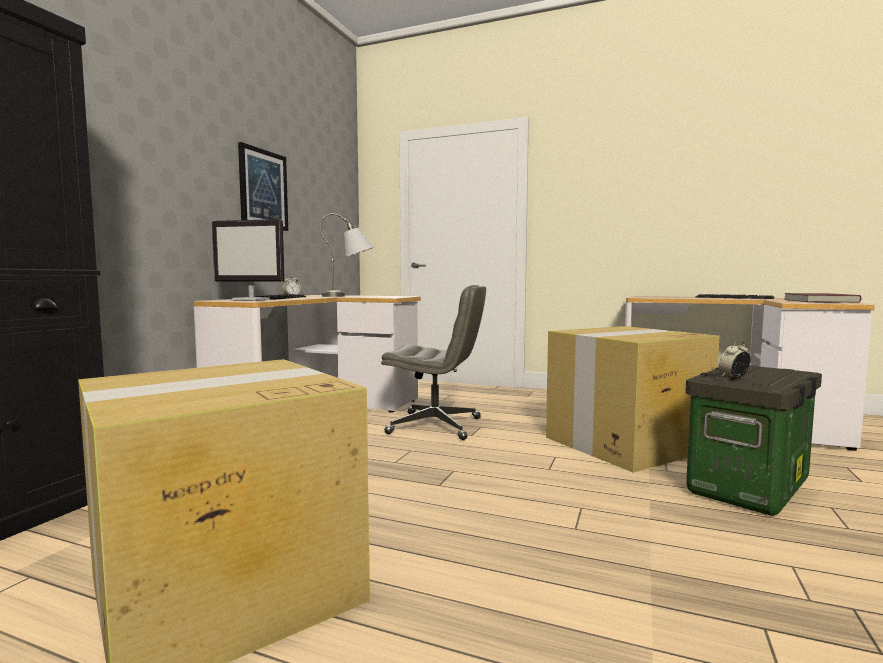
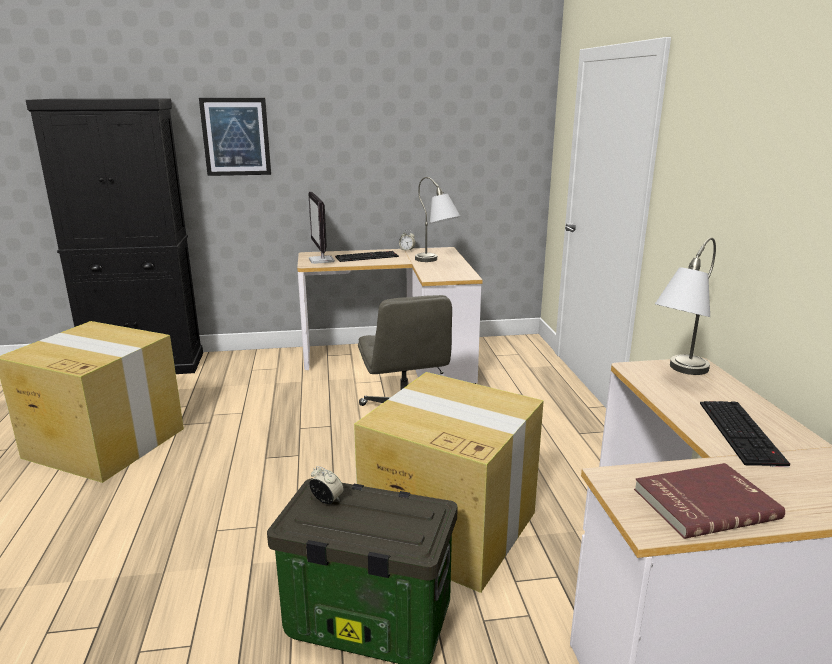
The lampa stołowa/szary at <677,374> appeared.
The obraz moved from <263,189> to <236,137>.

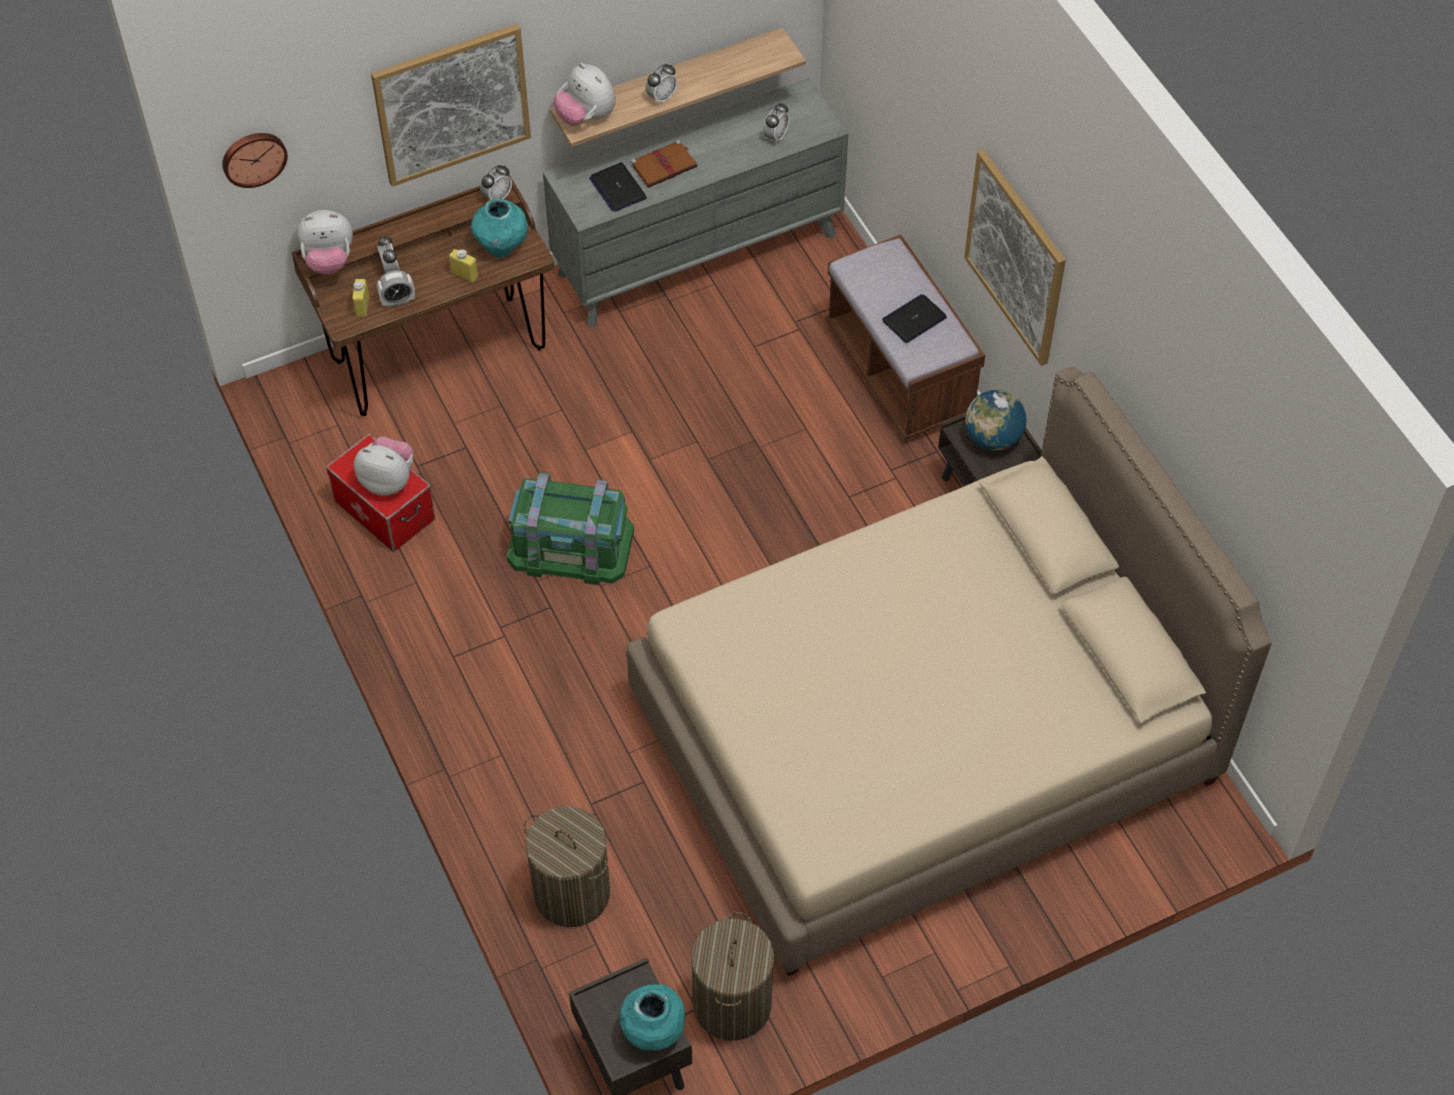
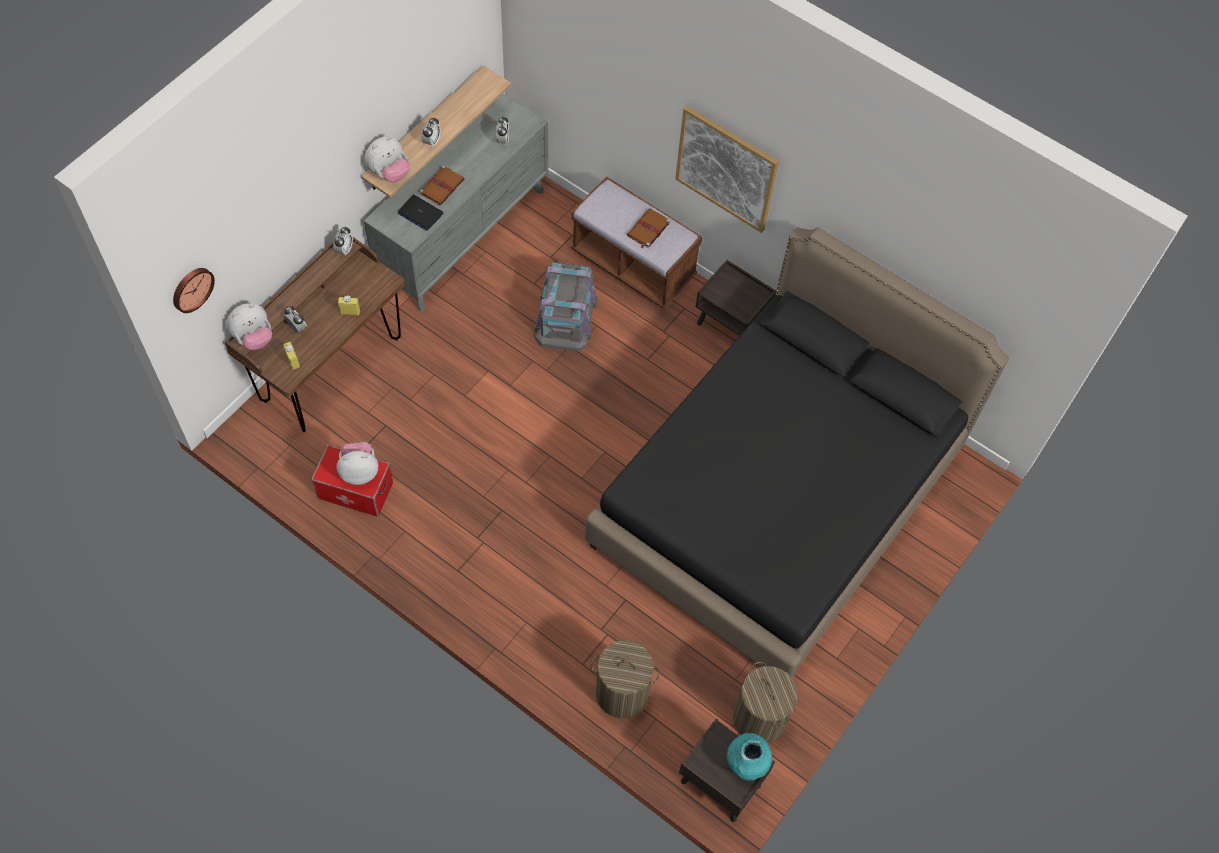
The obraz at <452,104> disappeared.
The budzik at <398,301> disappeared.
The wazon/turkusowy at <501,247> disappeared.
The pojemnik do przechowywania/zielony at <570,546> disappeared.
The globus at <993,438> disappeared.
The pojemnik do przechowywania/szary at <565,315> appeared.
The laptop at <914,319> was replaced by the książka/brązowy at <648,230>.
The łóżko/beżowy at <922,738> became the łóżko/czarny at <777,497>.
The pluszak at <586,116> turned 60 degrees counterclockwise.

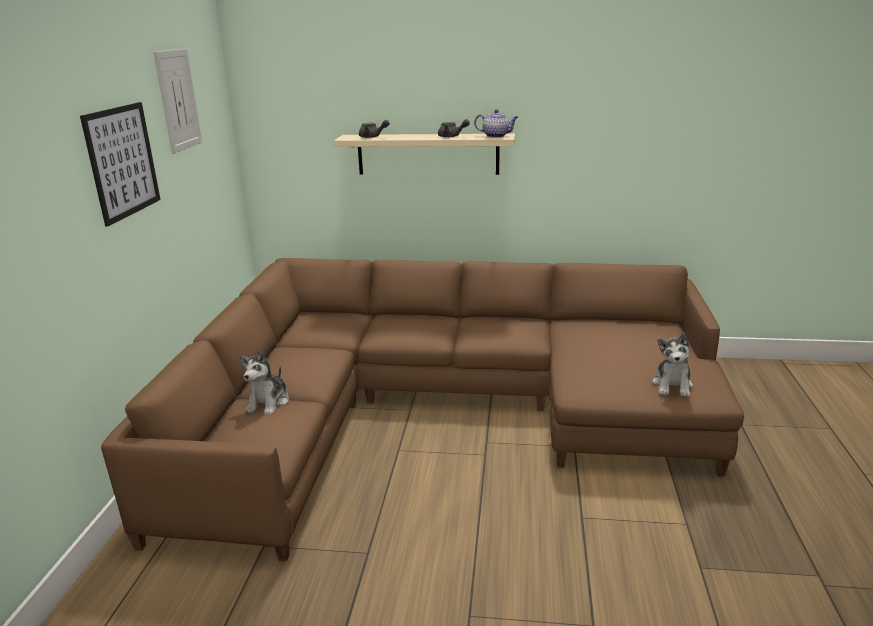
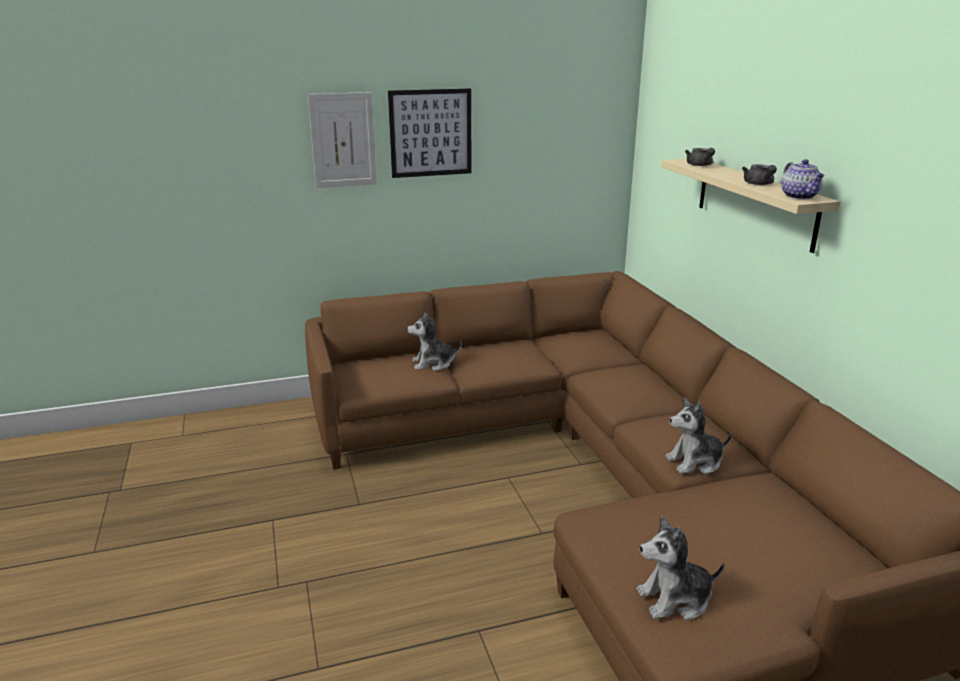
The pluszak at <695,462> appeared.
The obraz moved from <178,100> to <343,140>.

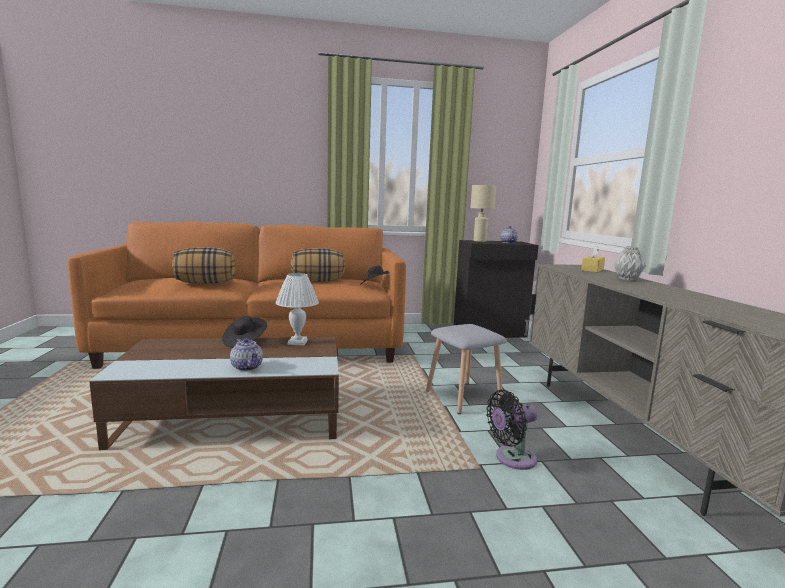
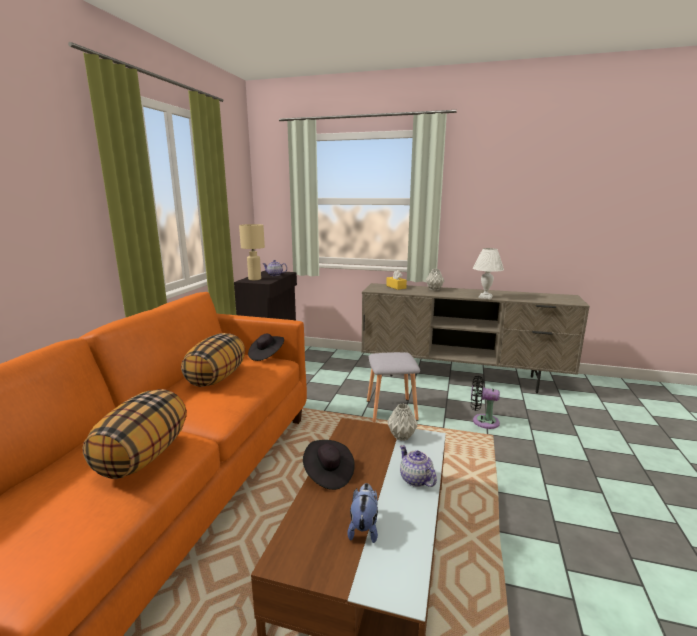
The pluszak at <364,528> appeared.
The wazon/szary at <402,436> appeared.
The lampa stołowa/biały moved from <297,342> to <485,297>.
The imbryk at <247,367> turned 105 degrees counterclockwise.
The wentylator/czarny at <512,459> turned 105 degrees clockwise.

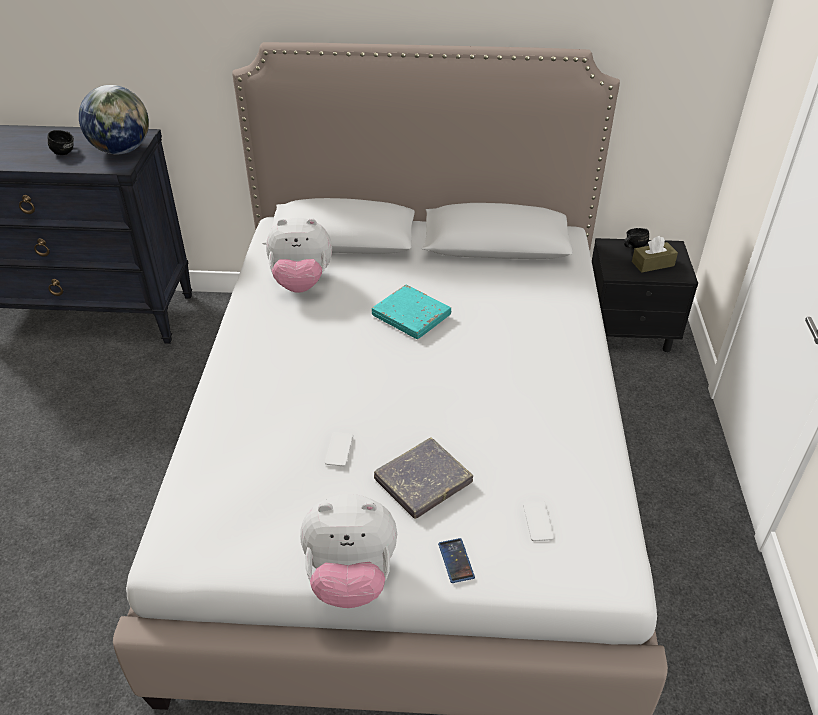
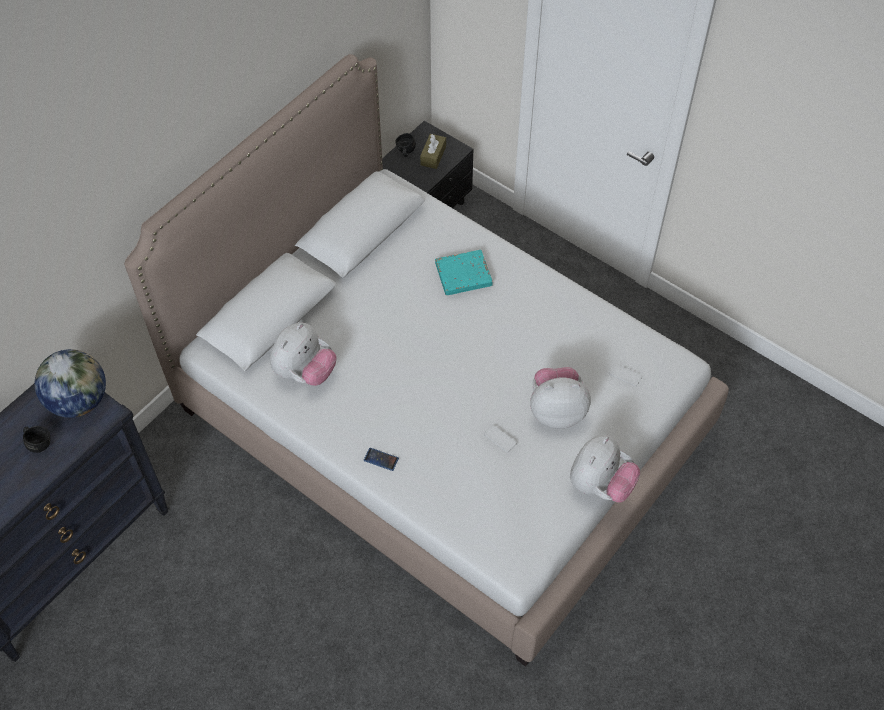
The książka/turkusowy moved from <411,316> to <463,275>.
The telefon moved from <456,561> to <381,459>.
The książka/szary at <423,481> was replaced by the pluszak at <556,411>.

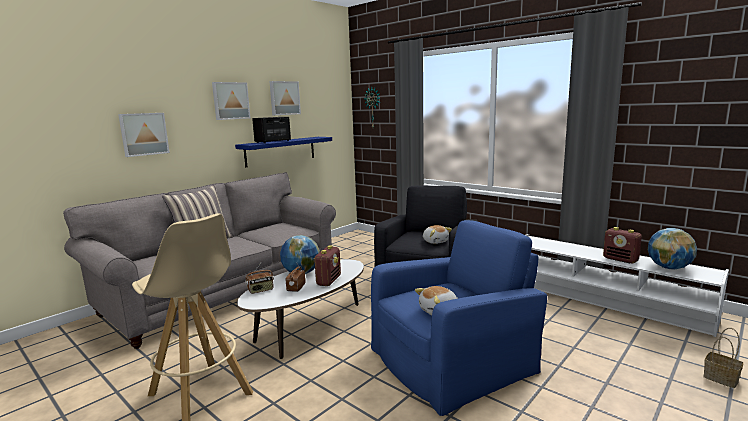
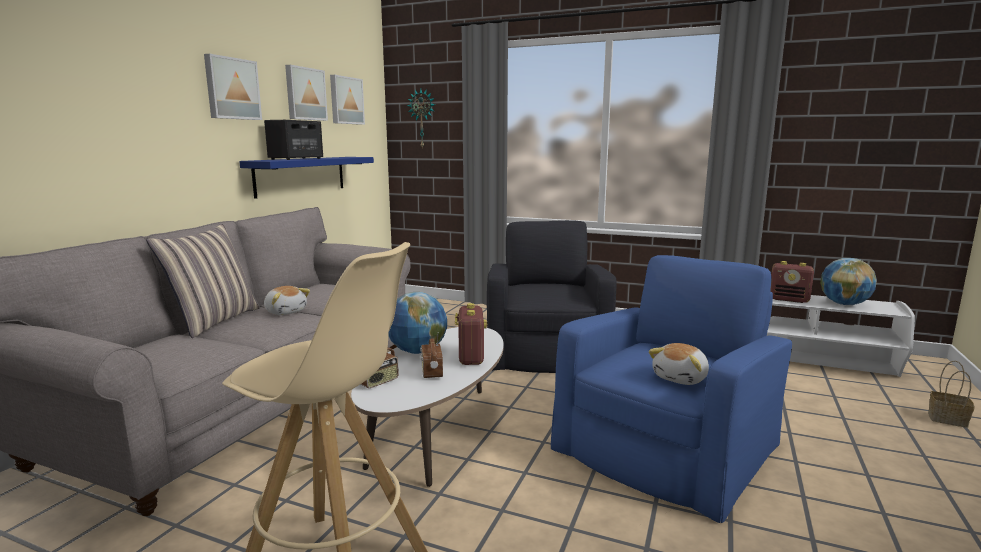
The obraz moved from <143,134> to <345,100>.
The pluszak moved from <435,241> to <286,312>.

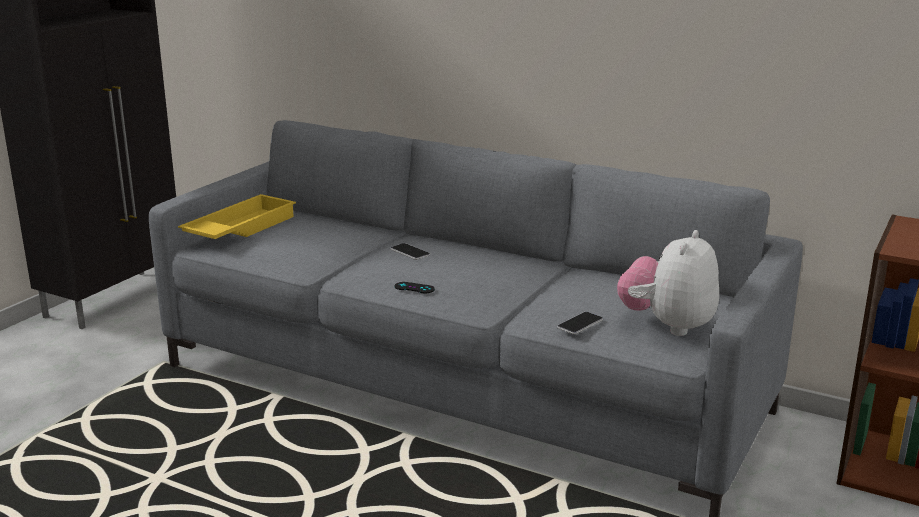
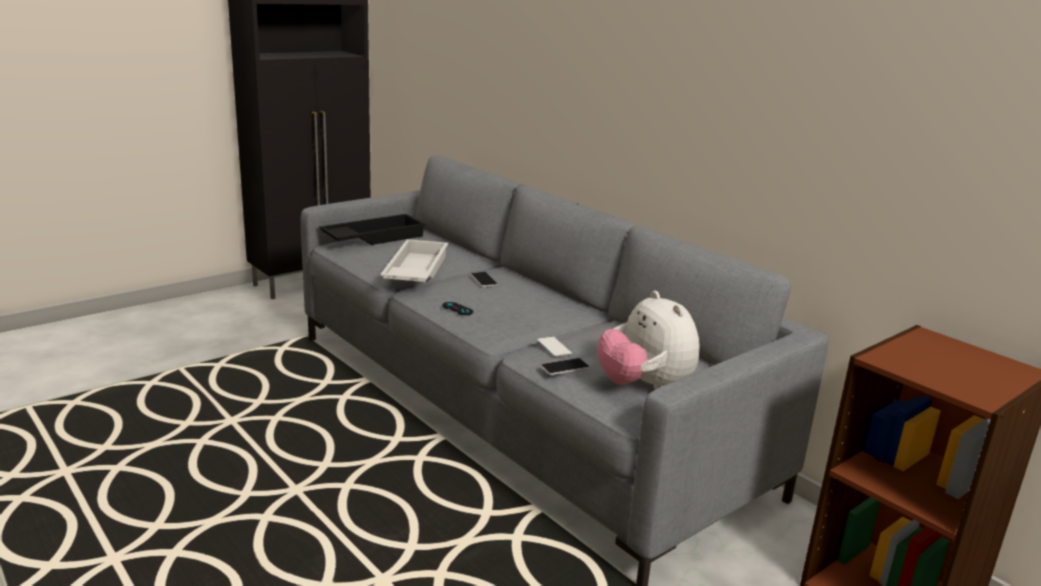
The taca/biały at <414,271> appeared.
The telefon at <554,347> appeared.
The taca/żółty at <239,228> became the taca/czarny at <373,237>.
The pluszak at <668,325> turned 75 degrees counterclockwise.

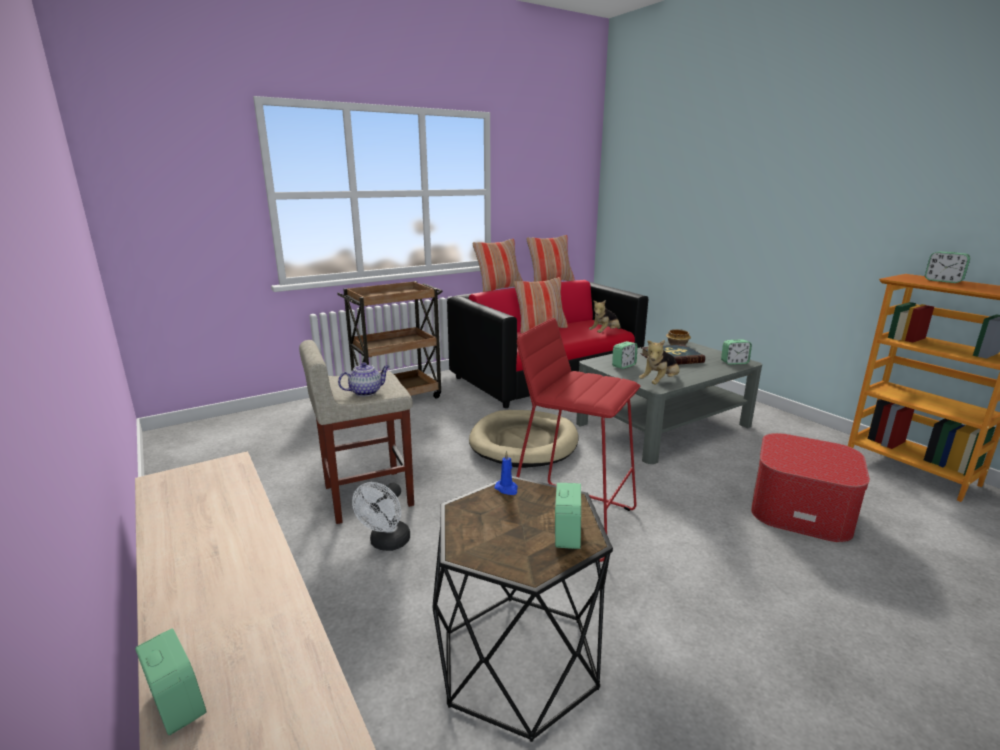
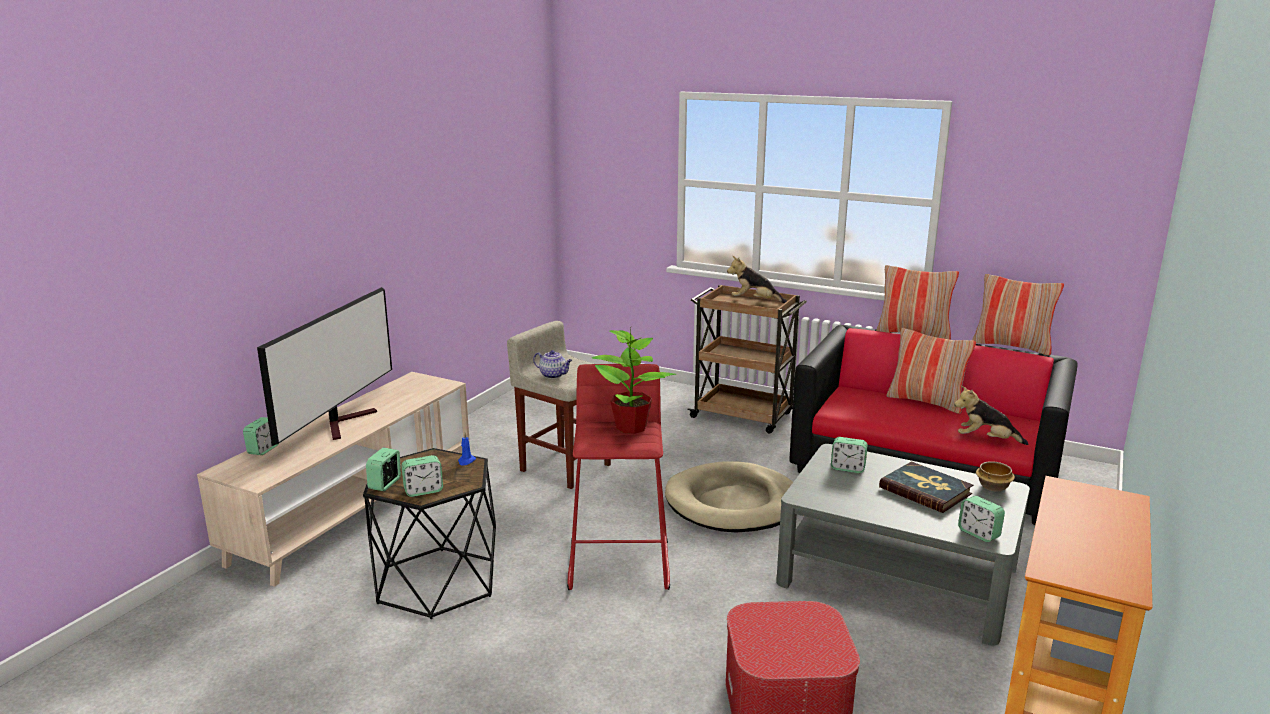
The wentylator/biały at <387,543> disappeared.
The telewizor at <345,422> appeared.
The roślina doniczkowa at <632,427> appeared.
The pluszak moved from <660,383> to <754,301>.
The budzik moved from <943,281> to <385,484>.

